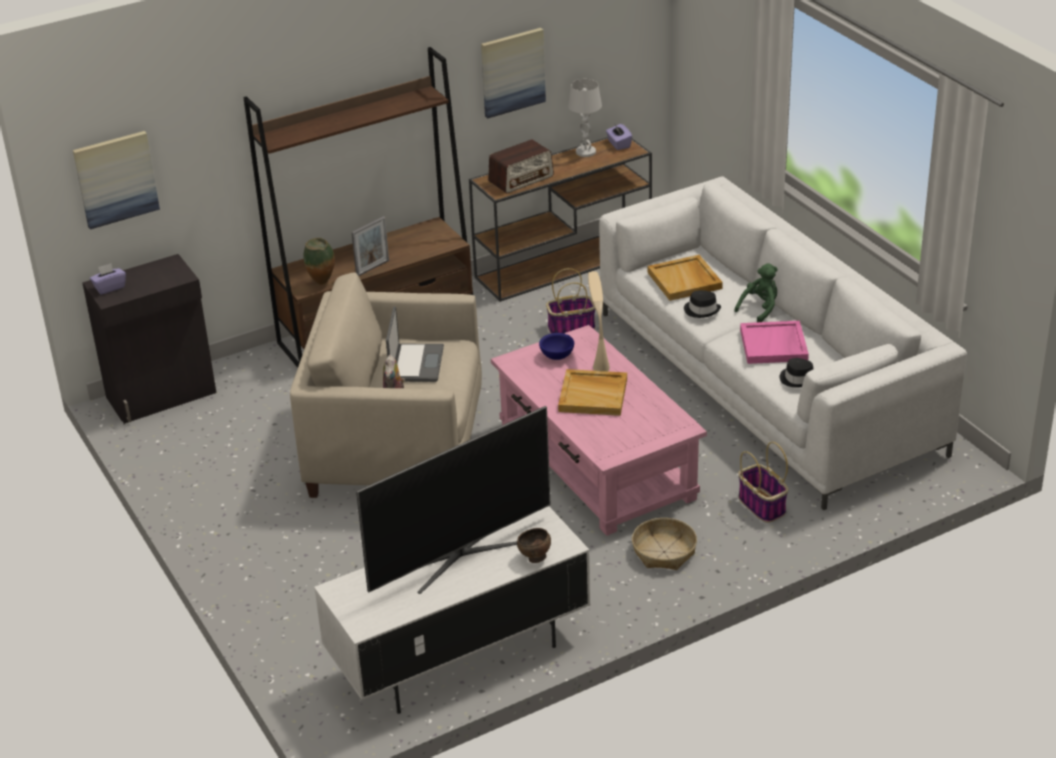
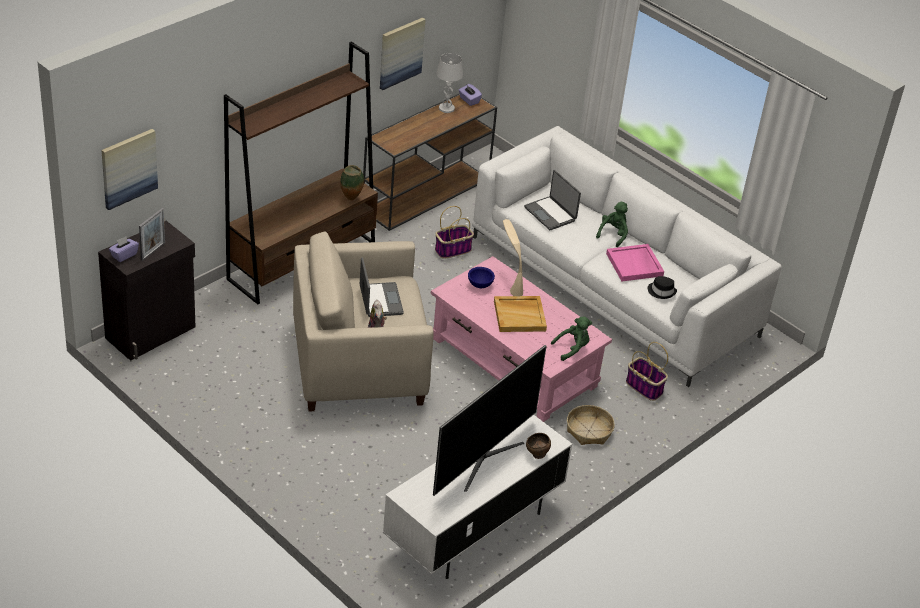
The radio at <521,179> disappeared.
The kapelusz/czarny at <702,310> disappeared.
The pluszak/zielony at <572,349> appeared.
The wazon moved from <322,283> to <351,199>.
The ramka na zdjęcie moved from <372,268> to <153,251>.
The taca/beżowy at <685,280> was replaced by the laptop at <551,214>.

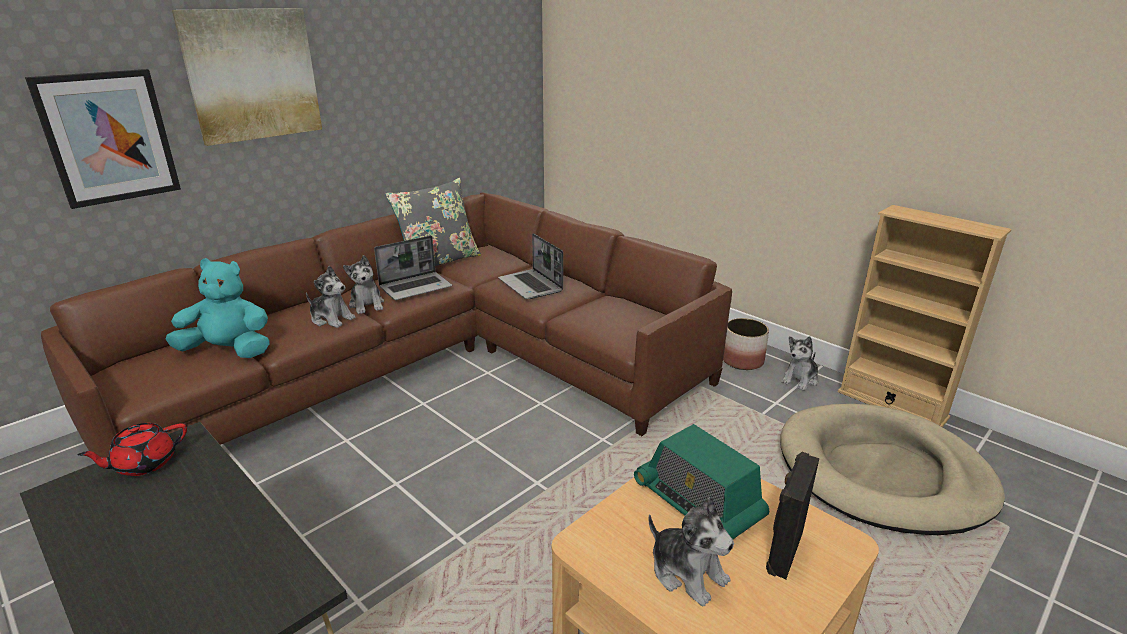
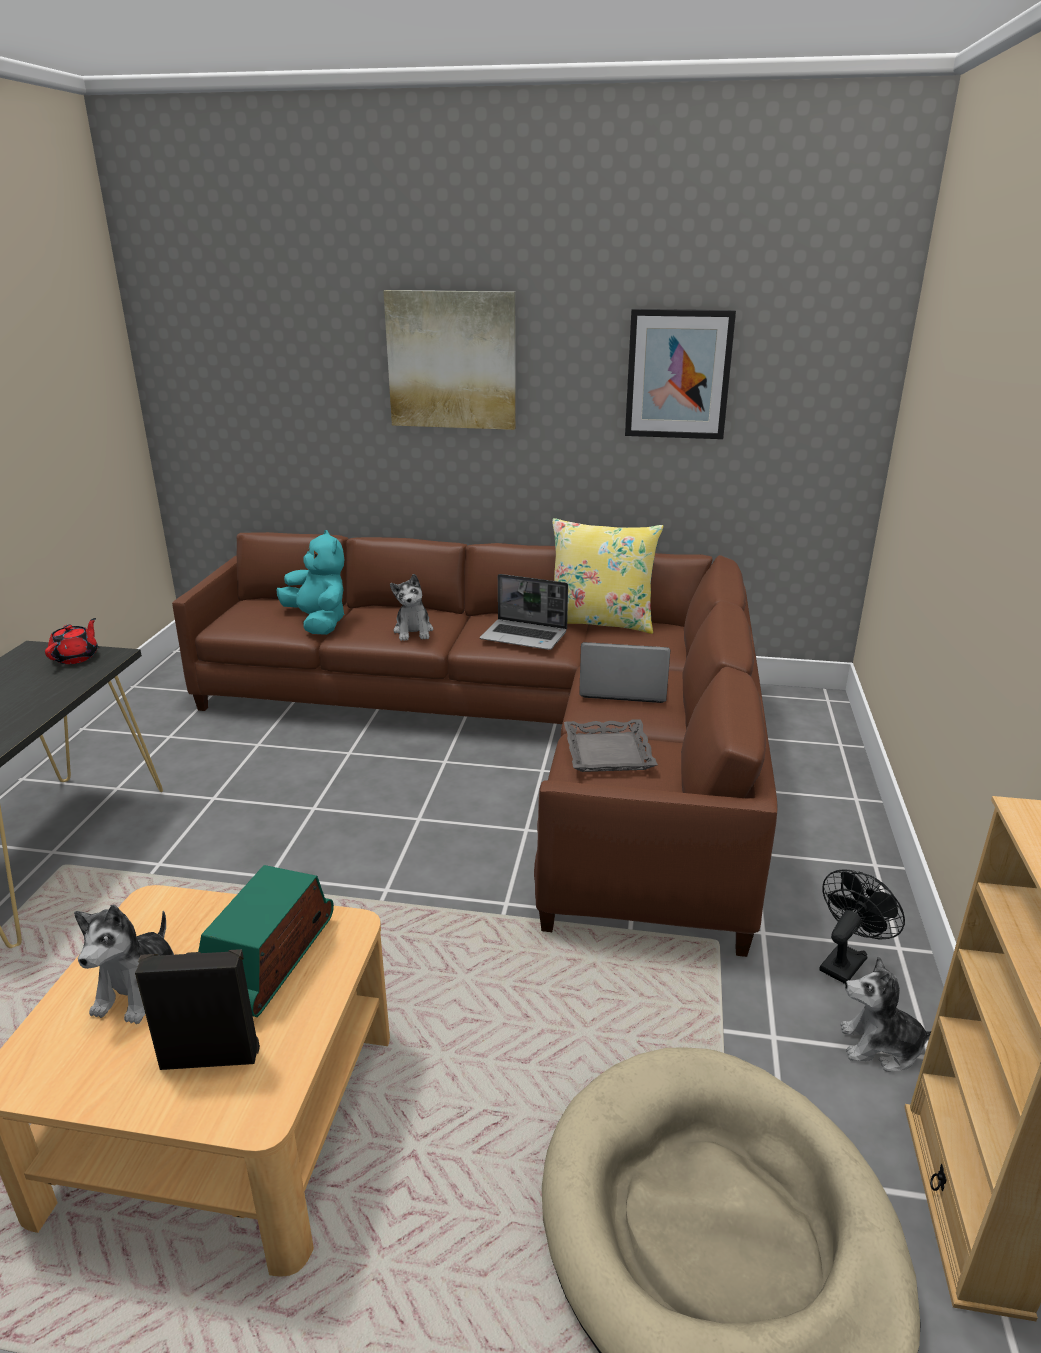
The pluszak at <367,304> disappeared.
The taca/szary at <607,752> appeared.
The obraz moved from <109,137> to <678,374>.
The donica at <742,361> was replaced by the wentylator/czarny at <846,960>.
The poduszka/szary at <438,262> became the poduszka/żółty at <600,622>.
The imbryk/czerwony at <144,463> turned 90 degrees clockwise.
The laptop at <531,286> turned 75 degrees clockwise.

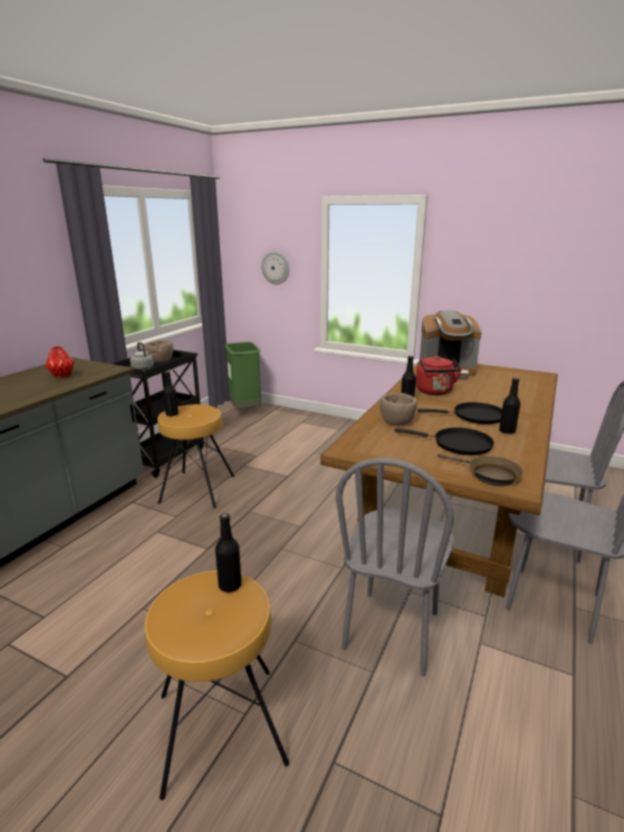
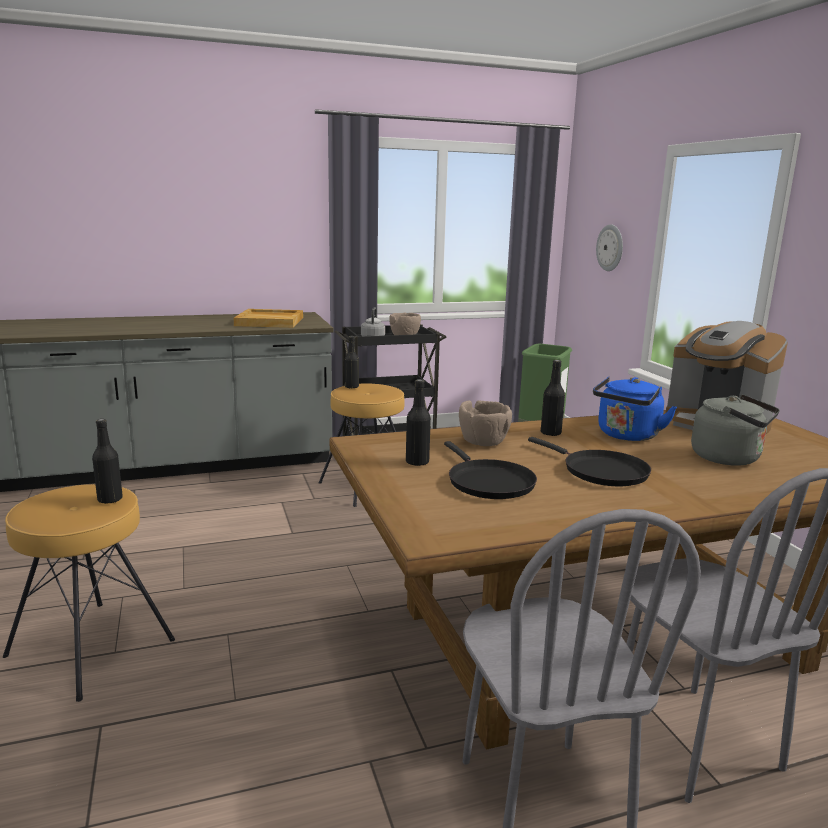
The krzesło/szary at <392,631> disappeared.
The patelnia/brązowy at <489,475> disappeared.
The czajnik/szary at <729,458> appeared.
The butelka/czarny moved from <507,431> to <417,462>.
The wazon/czerwony at <63,376> was replaced by the taca/beżowy at <270,321>.
The czajnik/czerwony at <435,392> became the czajnik/niebieski at <627,436>.

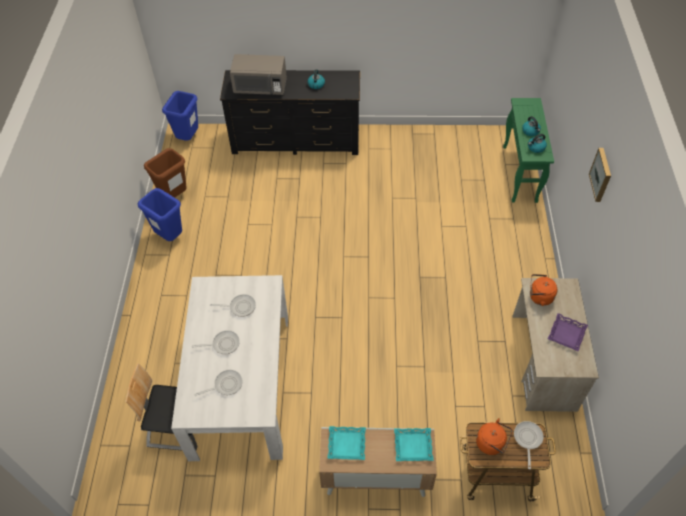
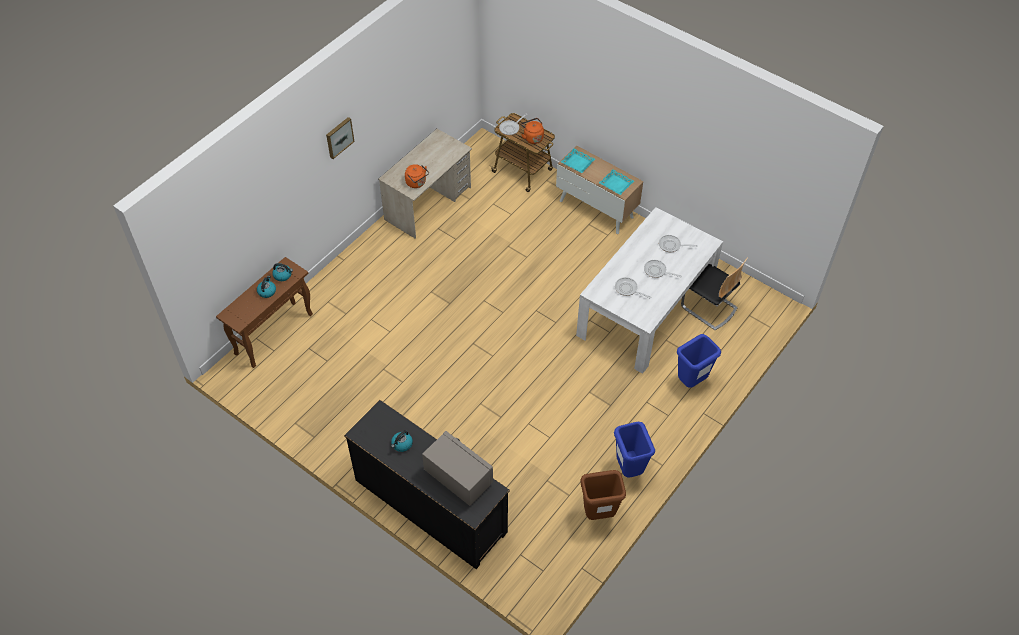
The taca/fioletowy at <567,334> disappeared.
The kosz na śmieci/niebieski moved from <188,138> to <691,382>.
The stolik konsolowy/zielony at <520,174> became the stolik konsolowy/brązowy at <274,333>.

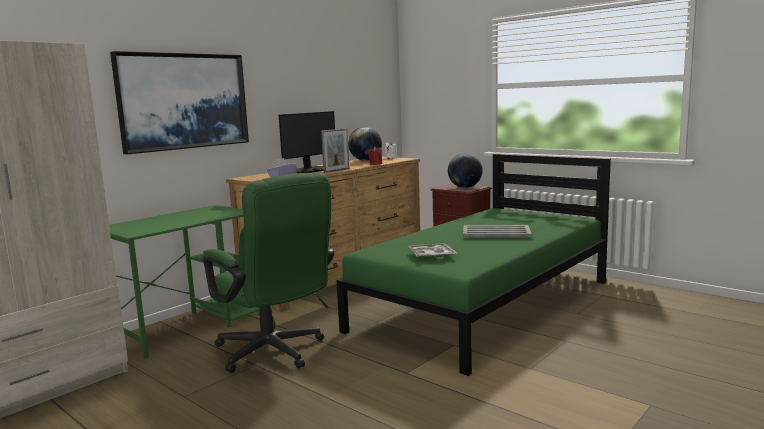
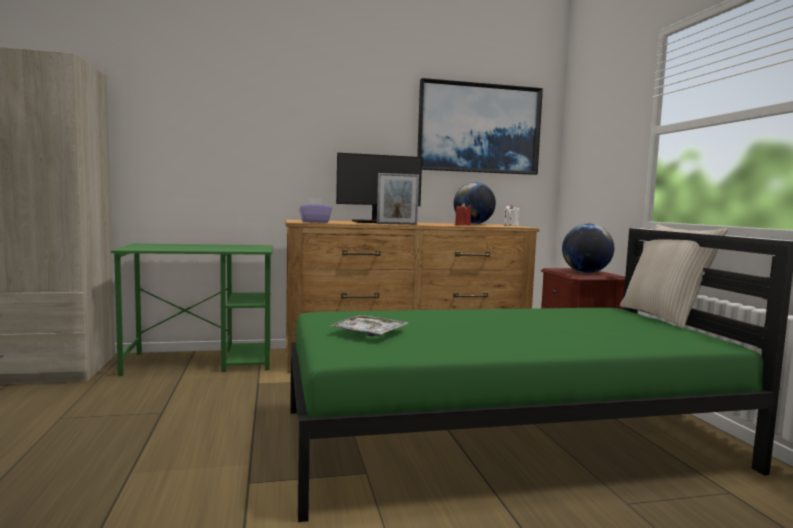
The krzesło biurowe/zielony at <275,353> disappeared.
The taca/szary at <497,233> disappeared.
The poduszka/beżowy at <664,317> appeared.
The obraz moved from <183,101> to <479,128>.

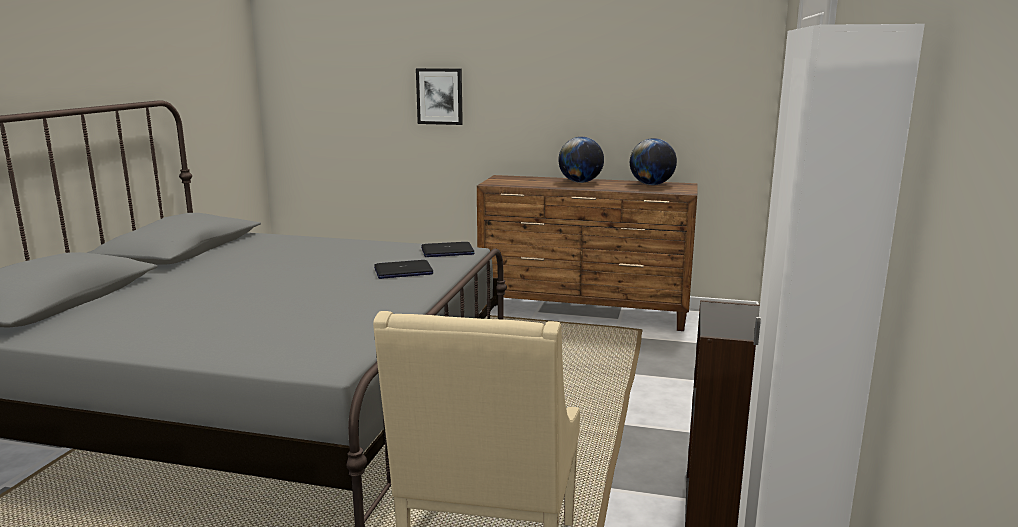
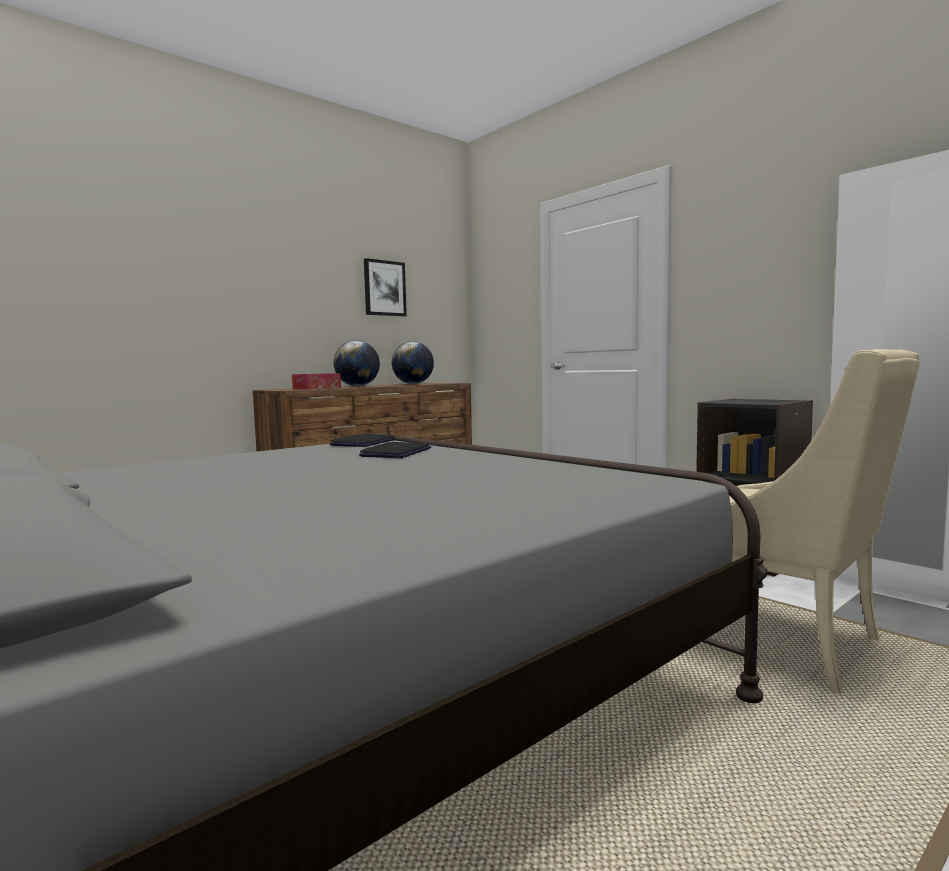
The pudełko chusteczek at <317,388> appeared.
The obraz moved from <439,96> to <384,288>.

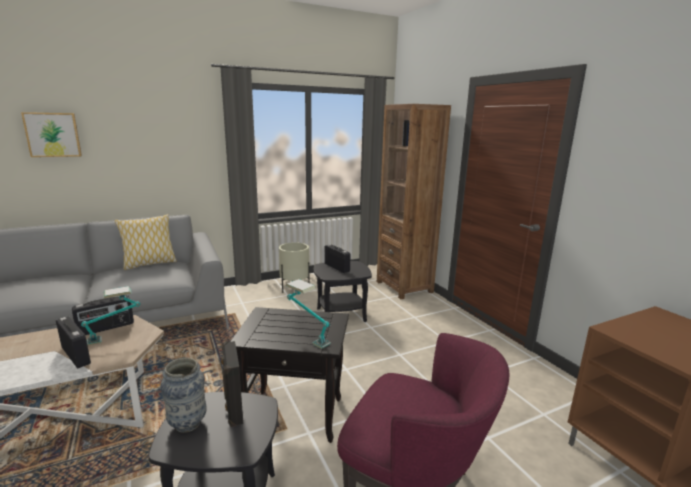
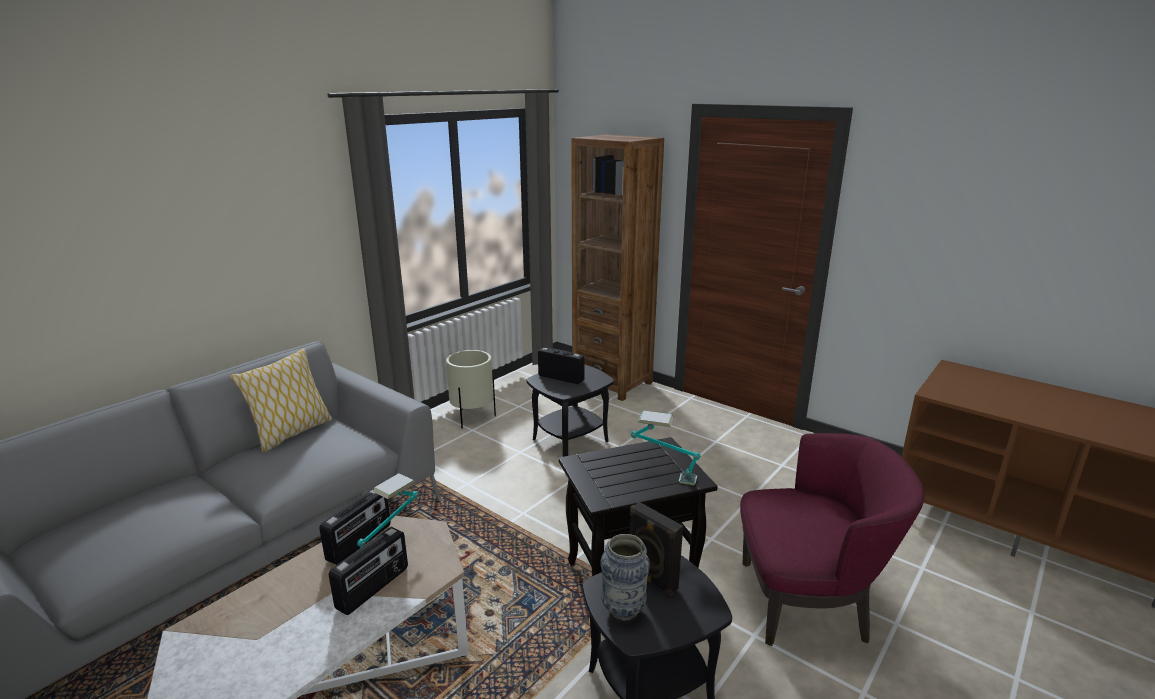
The obraz at <53,134> disappeared.
The radio at <76,355> turned 105 degrees clockwise.

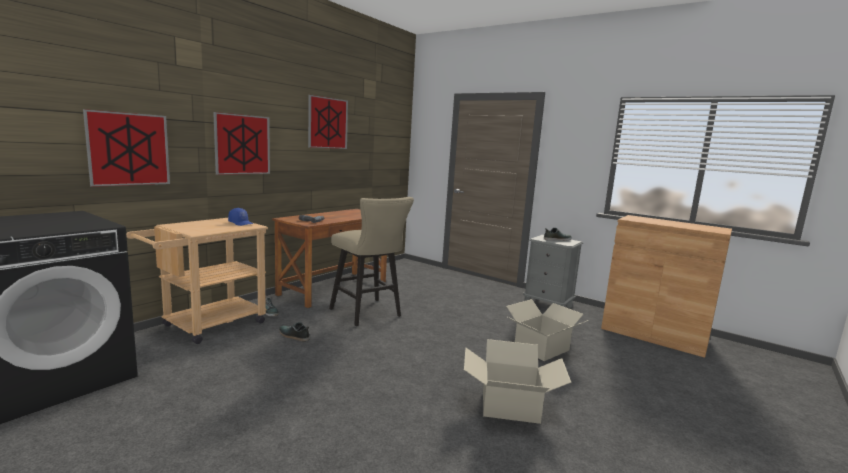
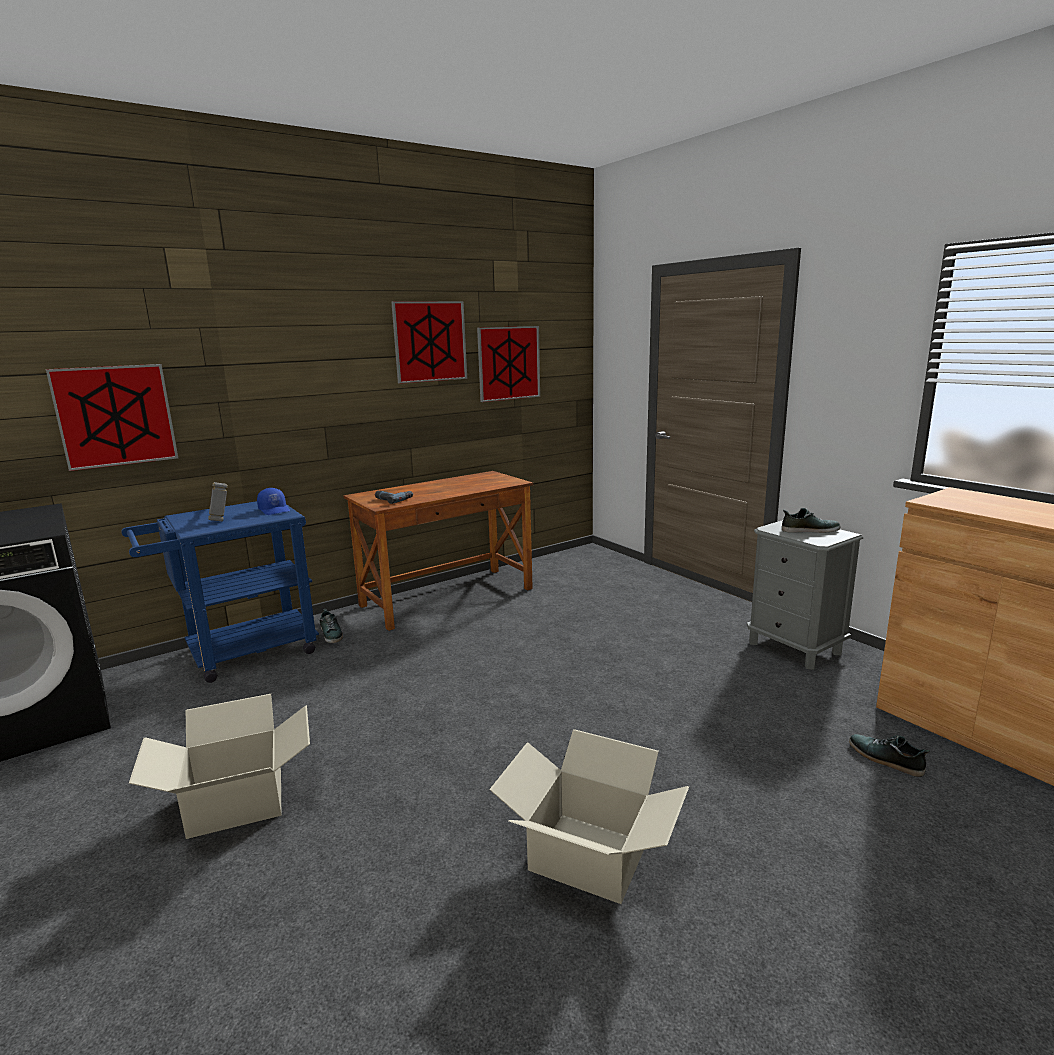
The stołek/beżowy at <368,314> disappeared.
The młotek at <219,514> appeared.
The obraz moved from <242,144> to <509,363>.
The but moved from <293,336> to <885,759>.
The karton moved from <542,348> to <237,803>.
The wózek/beżowy at <207,326> became the wózek/niebieski at <240,654>.

